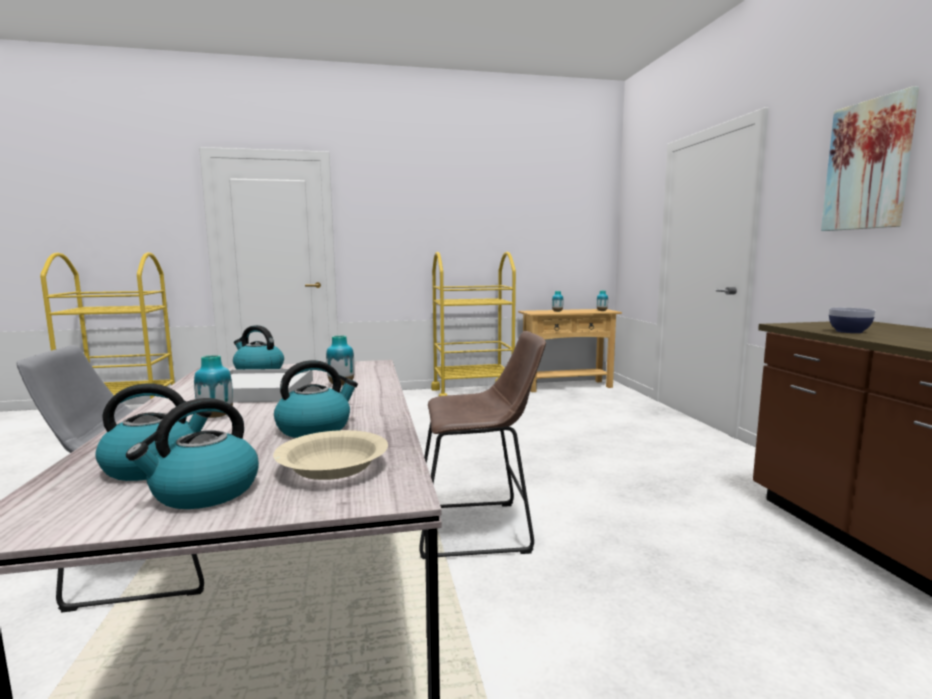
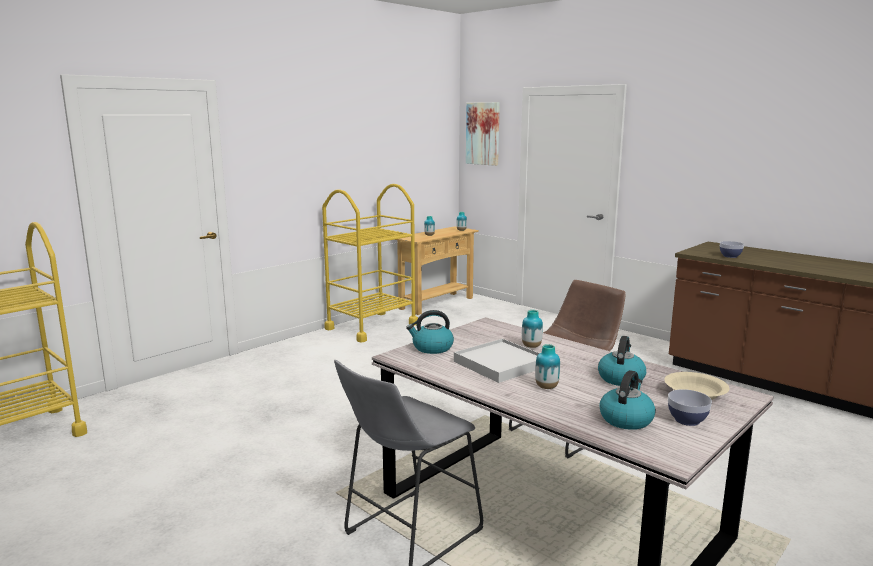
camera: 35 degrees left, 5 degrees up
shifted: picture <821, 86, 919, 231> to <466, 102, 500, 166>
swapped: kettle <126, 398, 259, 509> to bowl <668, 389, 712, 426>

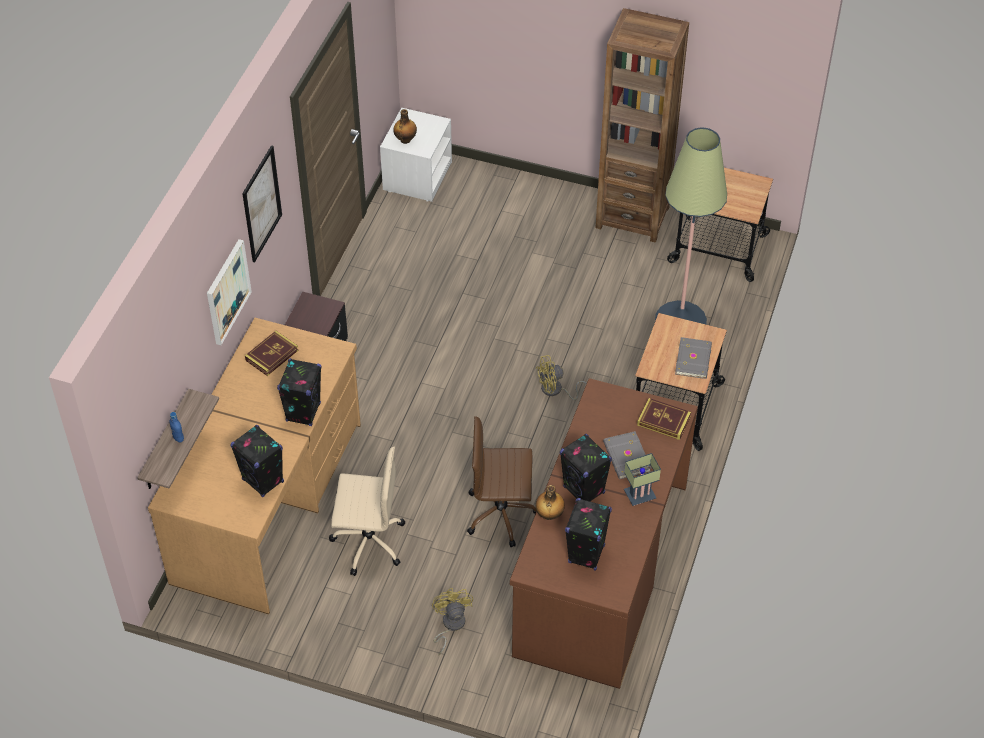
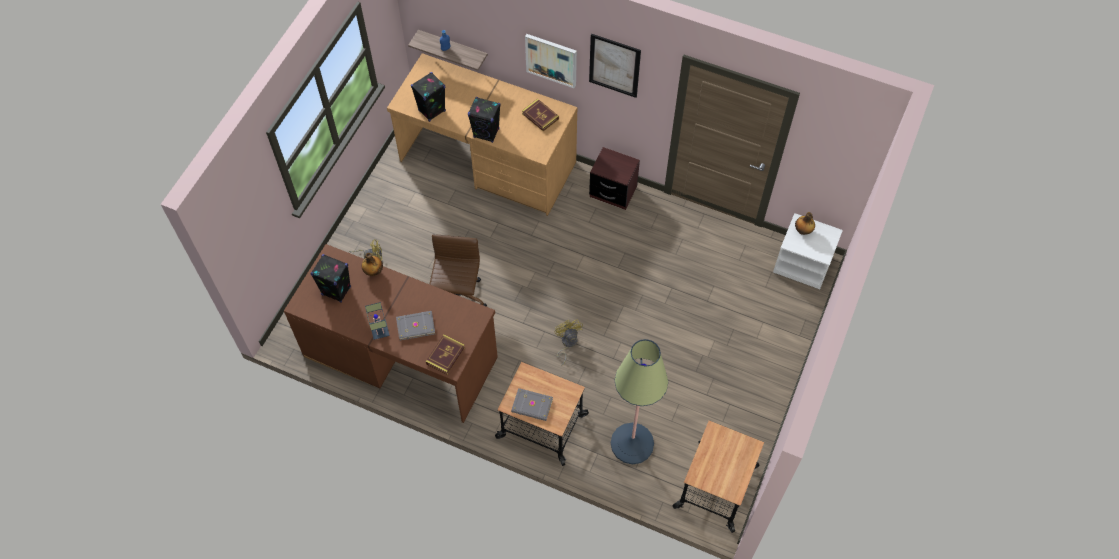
camera: 95 degrees right, 10 degrees up
gone: brown bookcase <595, 8, 689, 243>; black speaker <560, 434, 612, 501>; beige office chair <329, 446, 405, 576>

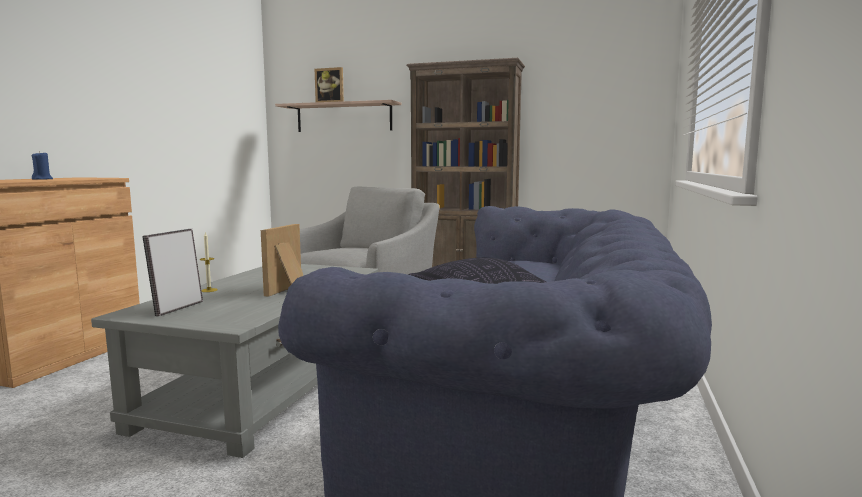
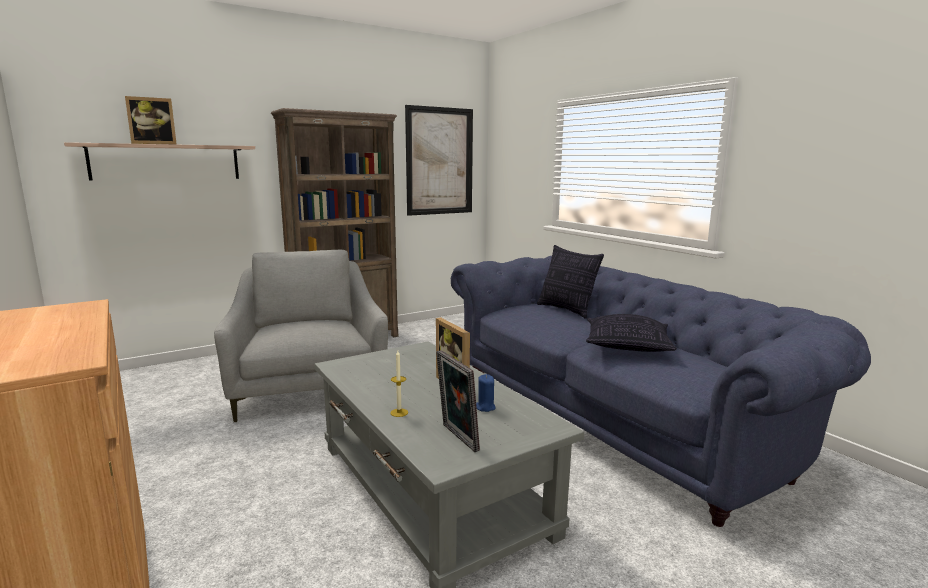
camera: 50 degrees left, 5 degrees up
new: picture <405, 105, 473, 216>; pillow <537, 245, 604, 319>
shifted: blue candle <32, 151, 53, 180> to <476, 374, 496, 412>

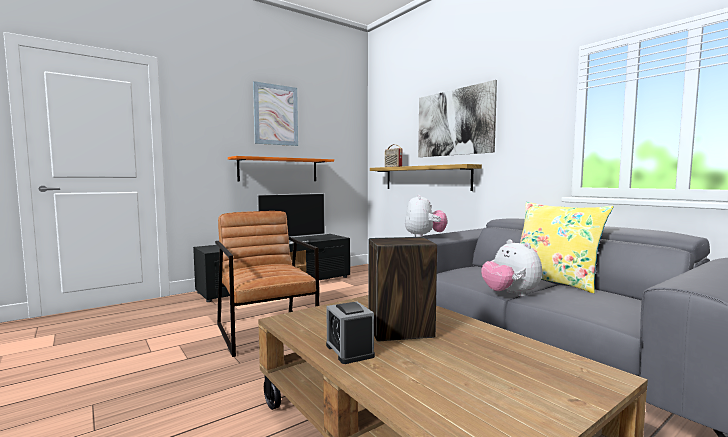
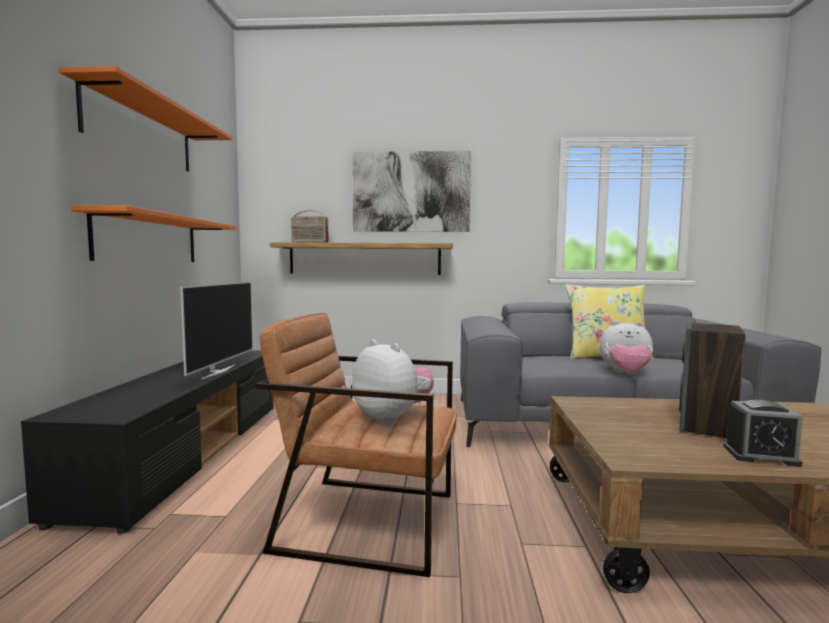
camera: 50 degrees left, 0 degrees up
shifted: plush toy <405, 194, 447, 237> to <352, 339, 434, 425>
swapped: picture <253, 81, 298, 146> to orange shelf <59, 66, 232, 172>

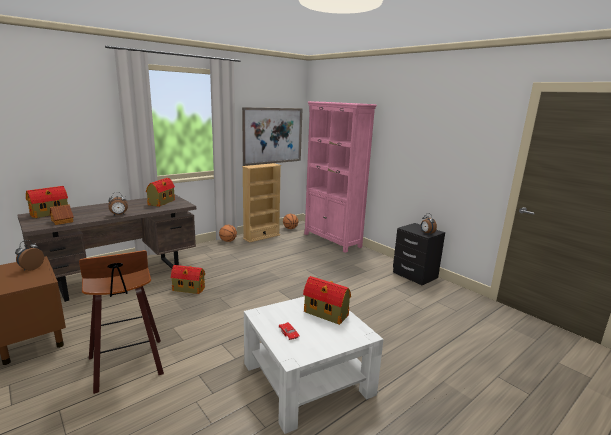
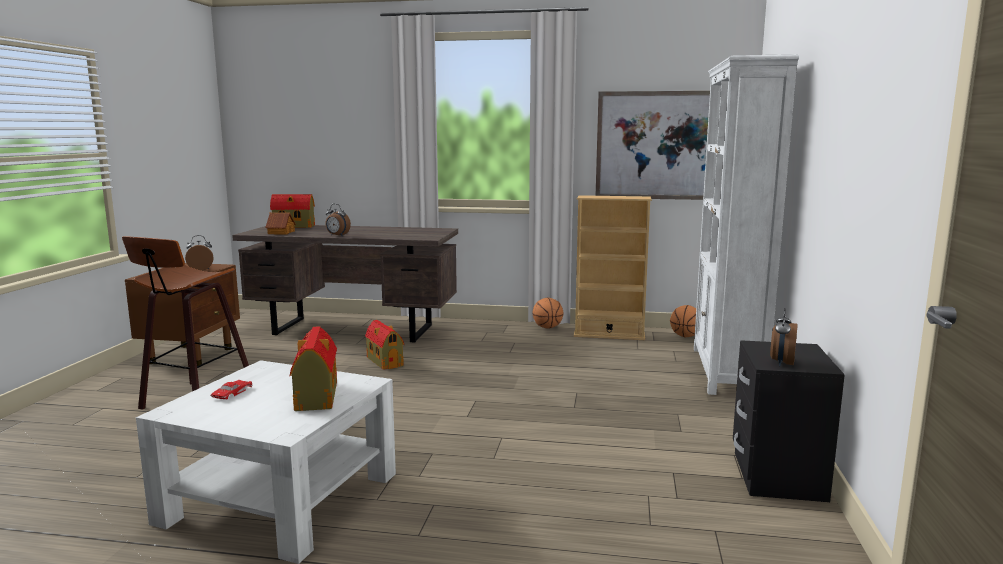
camera: 50 degrees right, 5 degrees down
gone: toy house <146, 178, 175, 207>
repainted: pink bookcase <304, 101, 377, 253> to white bookcase <694, 54, 799, 395>

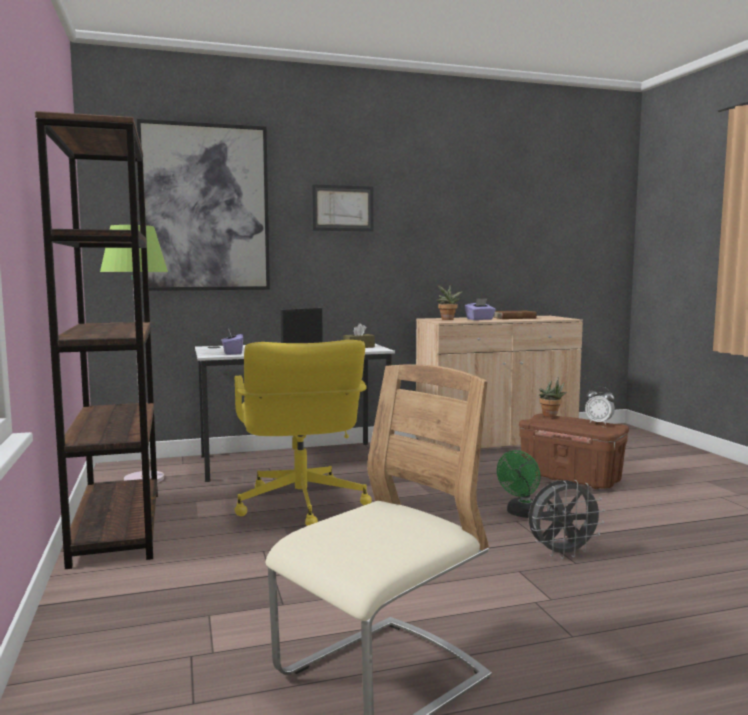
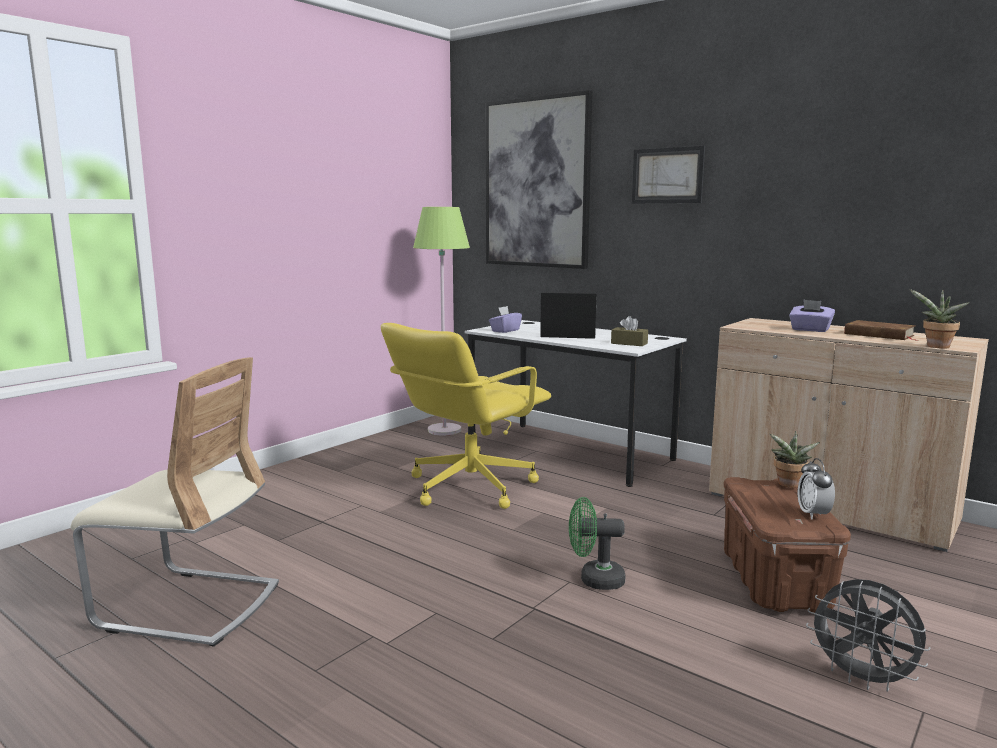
camera: 55 degrees right, 5 degrees up
gone: brown bookcase <35, 111, 158, 569>
shifted: potted plant <436, 285, 463, 320> to <909, 289, 969, 349>; grey fan <529, 480, 605, 559> to <806, 579, 930, 692>

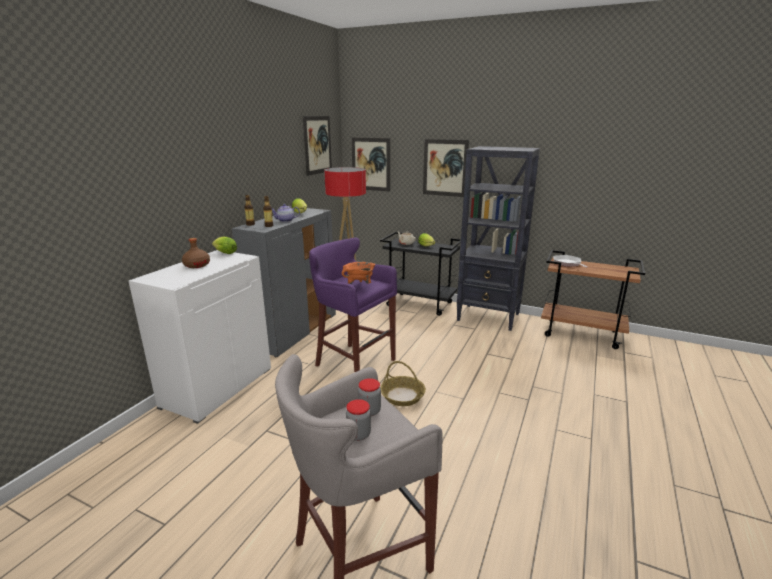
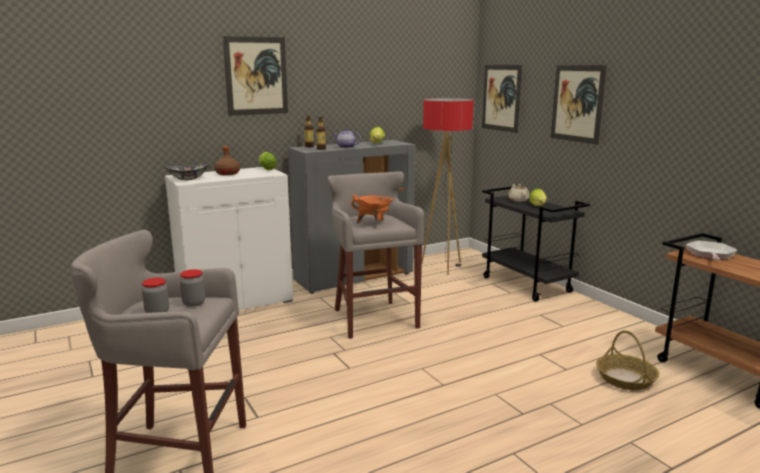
camera: 35 degrees right, 5 degrees down
gone: black bookcase <456, 146, 540, 331>
new: bowl <164, 163, 209, 180>
shifted: picture <303, 116, 332, 176> to <223, 36, 288, 116>; basket <380, 361, 426, 406> to <596, 330, 659, 390>
repainted: purple stool <309, 238, 397, 372> to grey stool <328, 171, 424, 339>

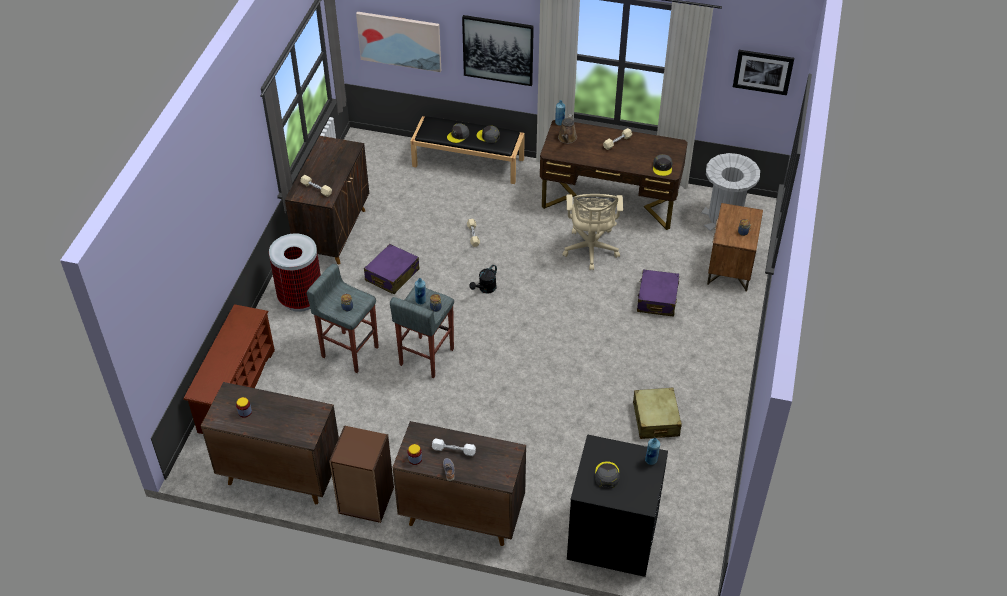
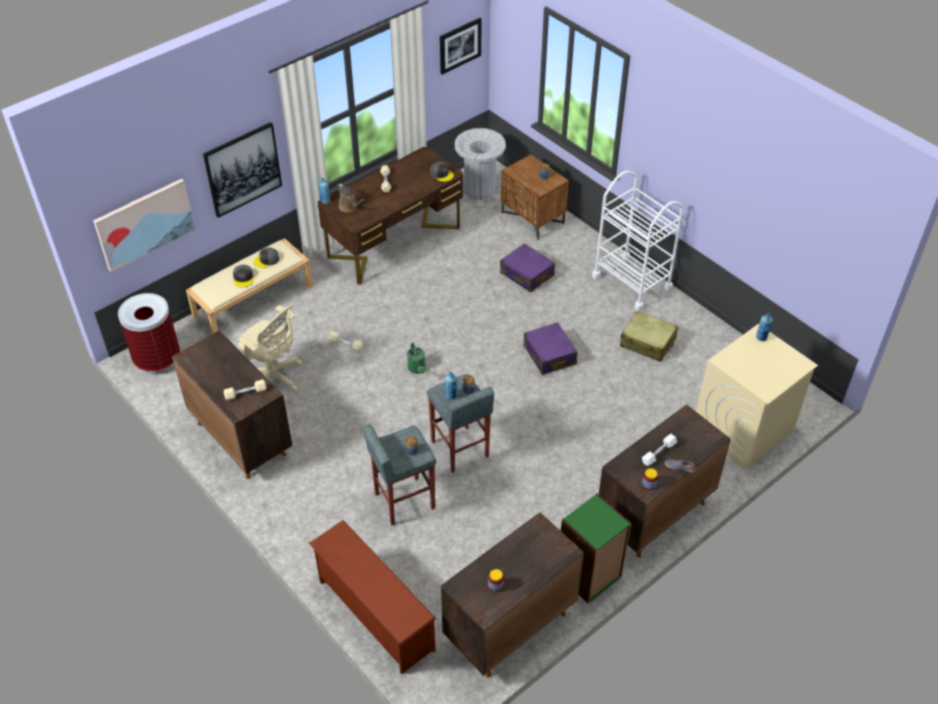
camera: 55 degrees left, 0 degrees up
gone: grey cap <595, 461, 620, 488>
new: white cart <592, 171, 684, 311>
shifted: beige office chair <562, 194, 623, 270> to <238, 304, 302, 392>; trash can <269, 234, 321, 312> to <118, 293, 180, 374>; purple suitcase <364, 244, 420, 294> to <524, 322, 578, 375>
repainted: black bench <410, 116, 525, 184> to beige bench <186, 238, 313, 334>; black watering can <469, 265, 497, 293> to green watering can <407, 343, 426, 374>; brown bookcase <329, 425, 394, 523> to green bookcase <561, 494, 631, 604>; black washing machine <567, 434, 668, 577> to beige washing machine <696, 324, 818, 470>

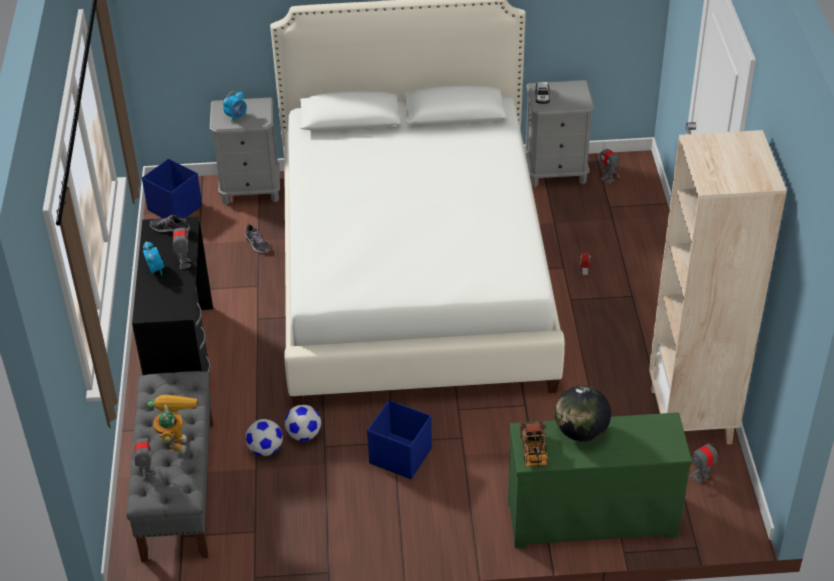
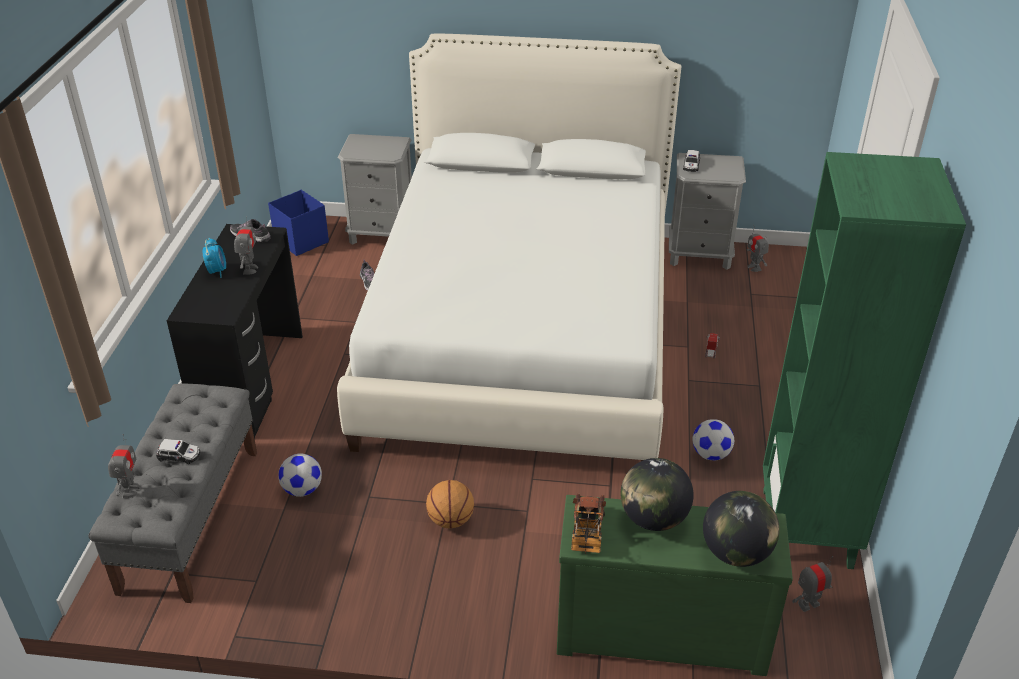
camera: 10 degrees right, 5 degrees down
gone: alarm clock <223, 91, 247, 123>
new: globe <703, 491, 779, 567>
shifted: football <285, 405, 321, 441> to <693, 419, 734, 460>
swapped: toy robot <148, 395, 198, 453> to toy car <156, 439, 200, 464>; blue storage box <367, 400, 432, 479> to basketball <426, 480, 474, 529>
repainted: beige bookcase <649, 130, 787, 444> to green bookcase <763, 152, 966, 569>

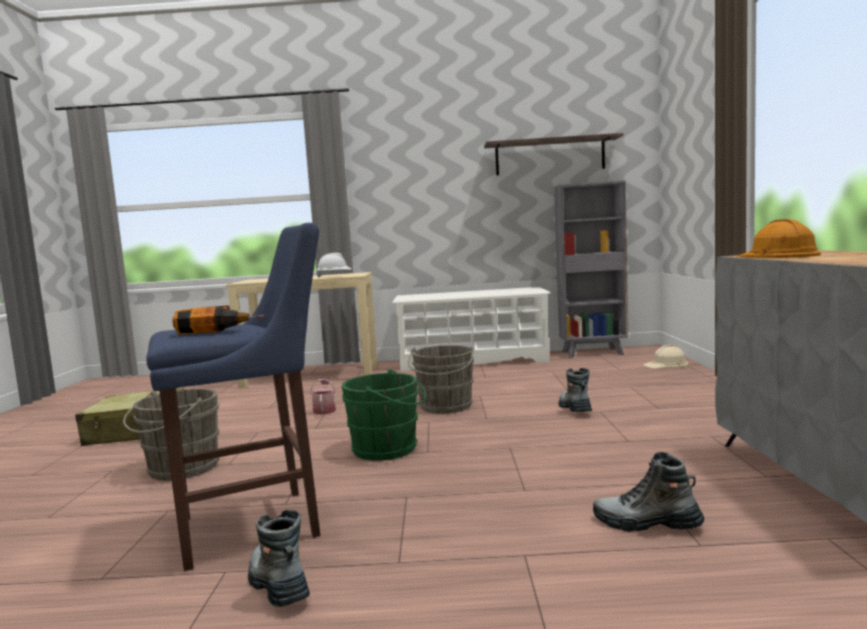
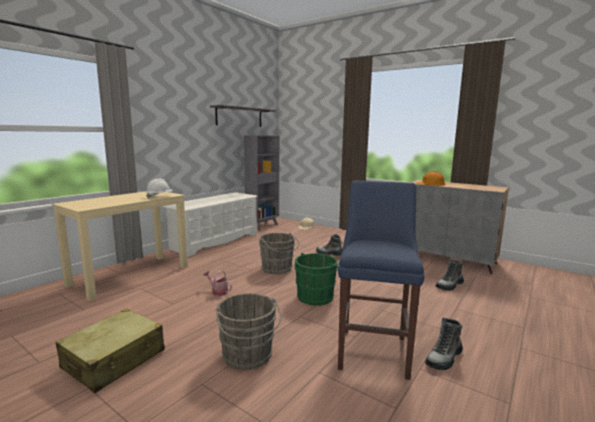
camera: 55 degrees left, 5 degrees up
gone: power drill <173, 305, 265, 334>
rotated: boot <248, 510, 310, 607> = <425, 318, 463, 370> 45 degrees counterclockwise

